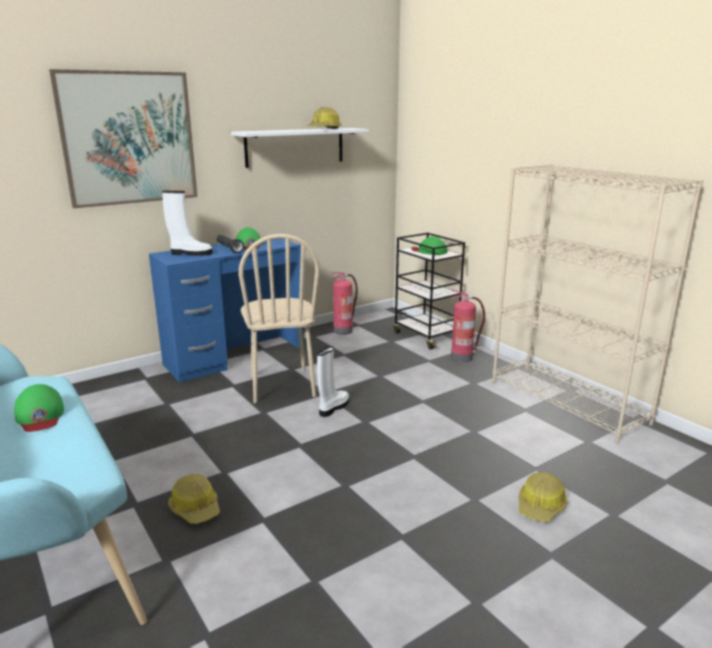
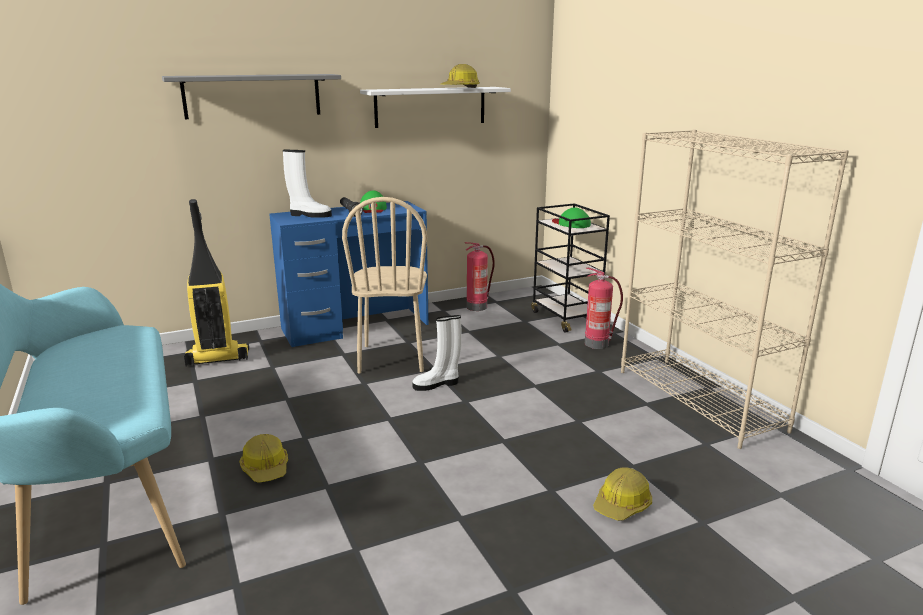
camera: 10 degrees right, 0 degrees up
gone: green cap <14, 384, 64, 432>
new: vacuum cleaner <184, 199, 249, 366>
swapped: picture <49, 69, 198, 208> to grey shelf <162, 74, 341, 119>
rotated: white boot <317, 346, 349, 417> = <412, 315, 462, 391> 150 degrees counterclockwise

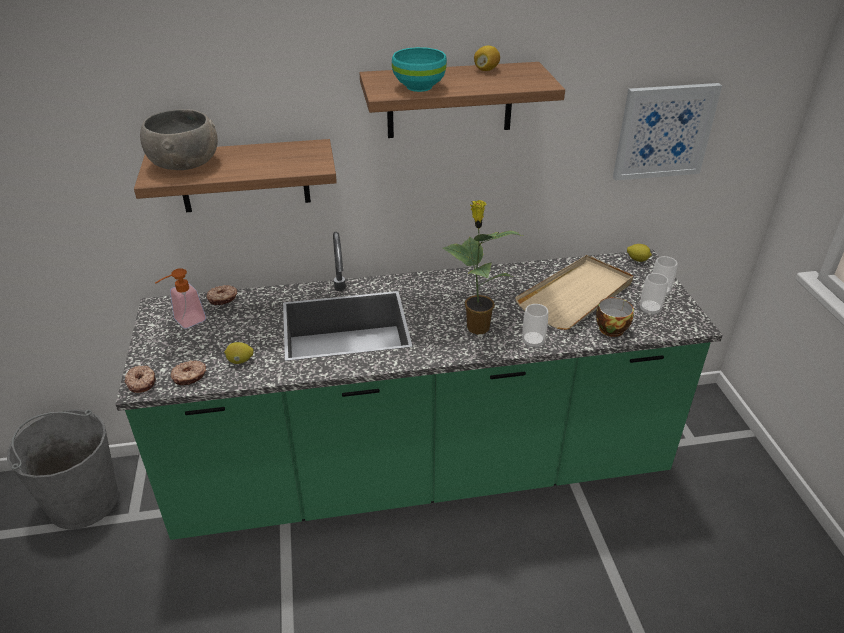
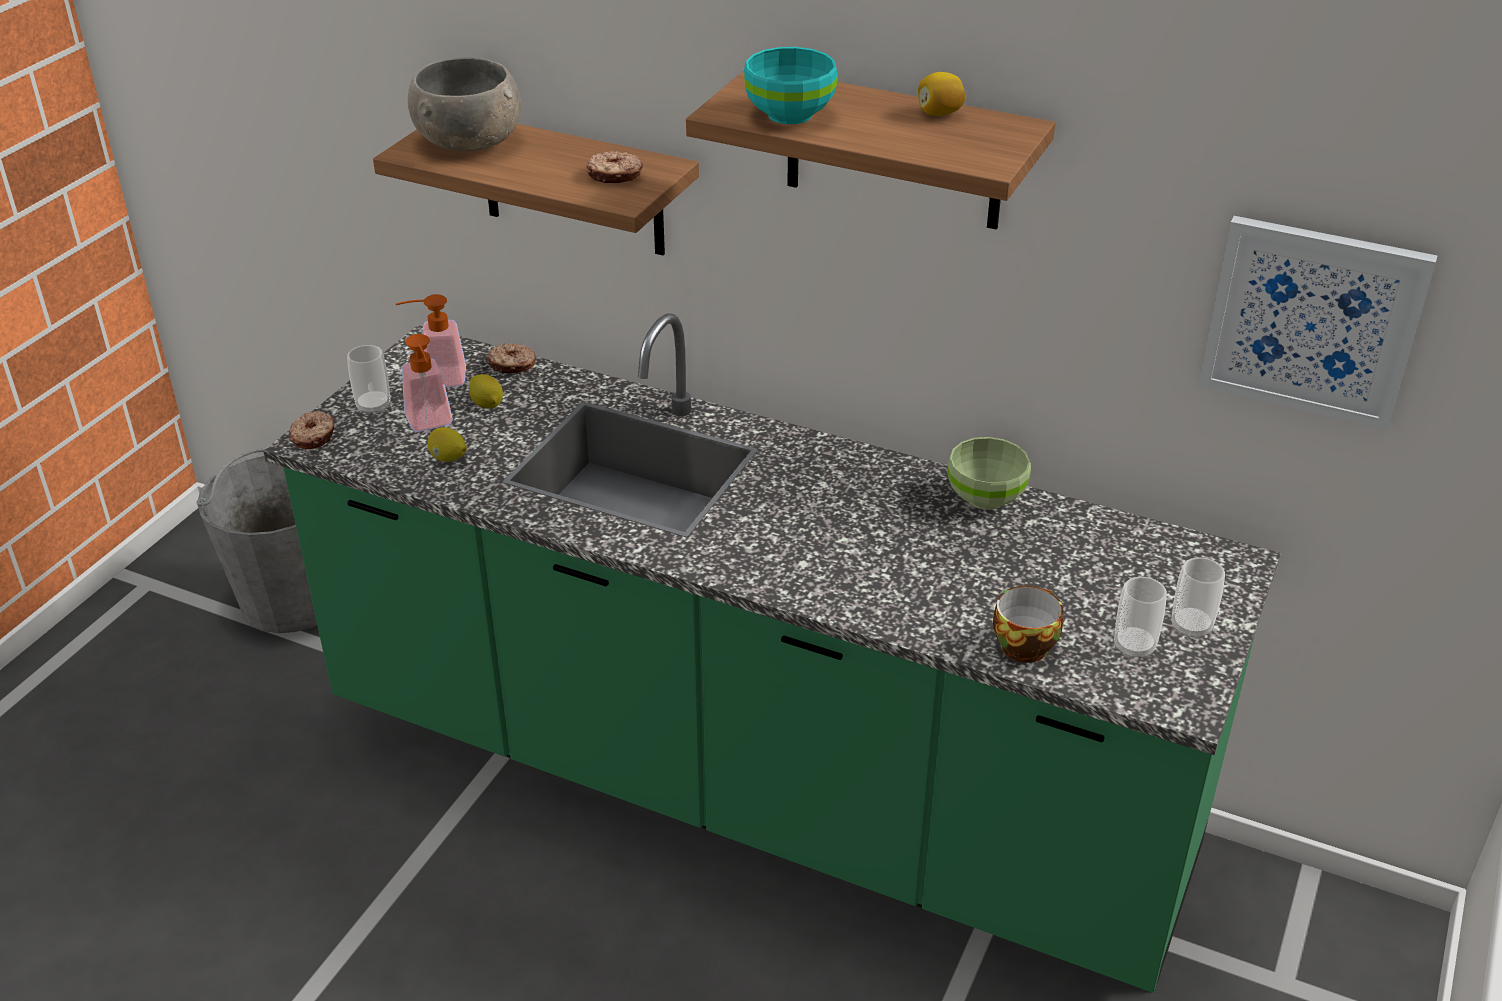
camera: 35 degrees right, 0 degrees up
gone: potted plant <442, 200, 523, 335>; beige tray <515, 255, 634, 330>
new: soap dispenser <402, 334, 453, 432>; green bowl <947, 437, 1031, 510>
shifted: lemon <627, 244, 652, 262> to <469, 374, 503, 409>; cup <522, 304, 548, 348> to <347, 345, 390, 415>; donut <171, 360, 206, 385> to <586, 151, 643, 183>

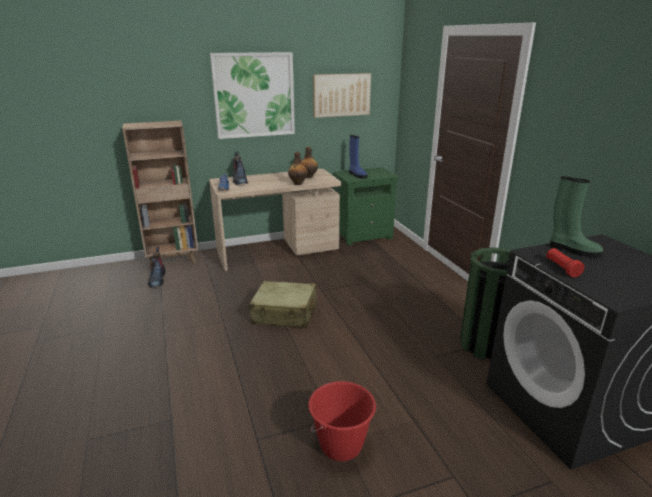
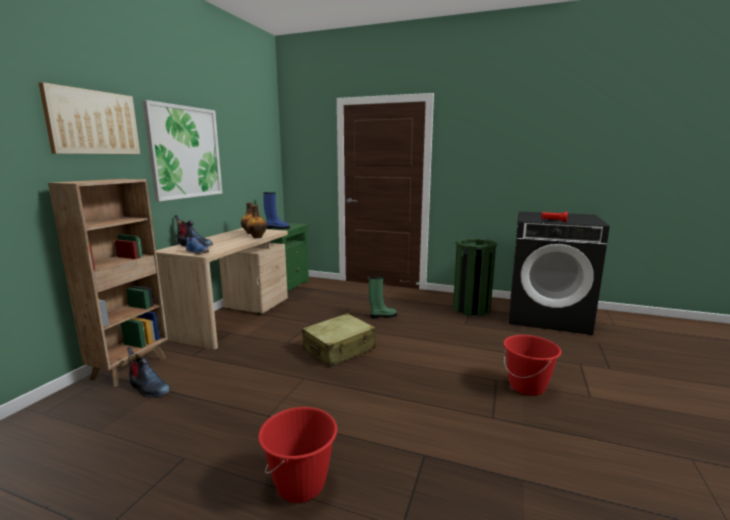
camera: 50 degrees left, 10 degrees down
new: red bucket <258, 407, 337, 503>
shifted: picture <313, 73, 371, 118> to <39, 82, 140, 154>; green boot <550, 176, 603, 258> to <369, 276, 397, 319>

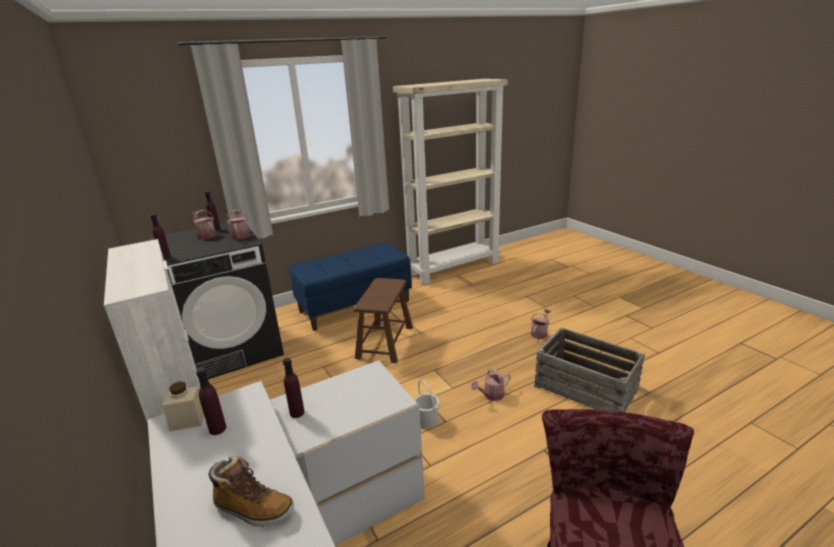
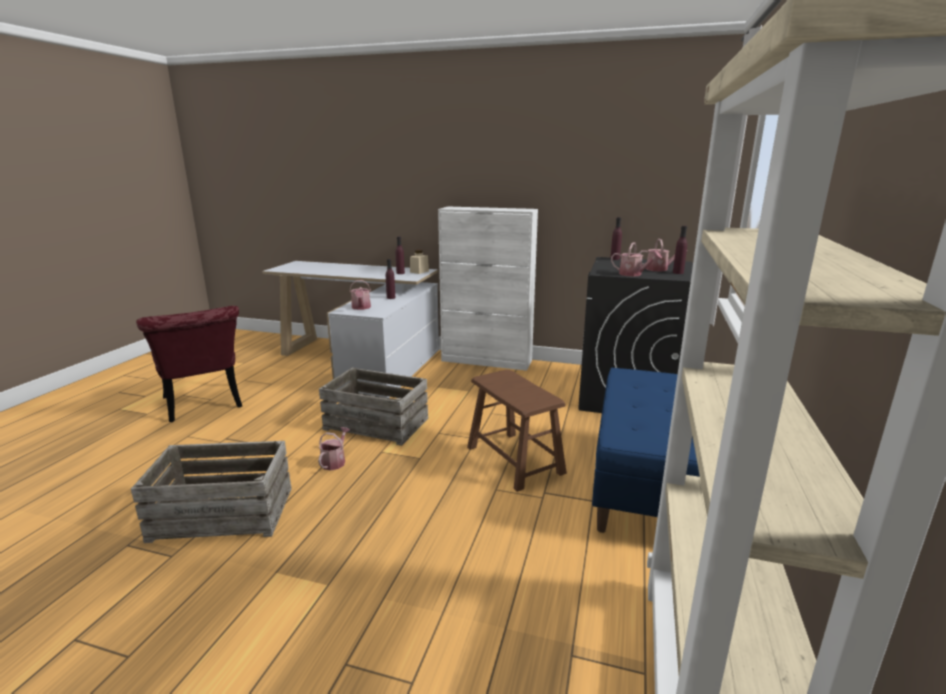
camera: 135 degrees right, 5 degrees down
gone: boot <208, 456, 294, 527>
shifted: watering can <531, 309, 551, 339> to <349, 280, 371, 310>
swapped: white bucket <414, 380, 439, 429> to crate <319, 368, 428, 446>

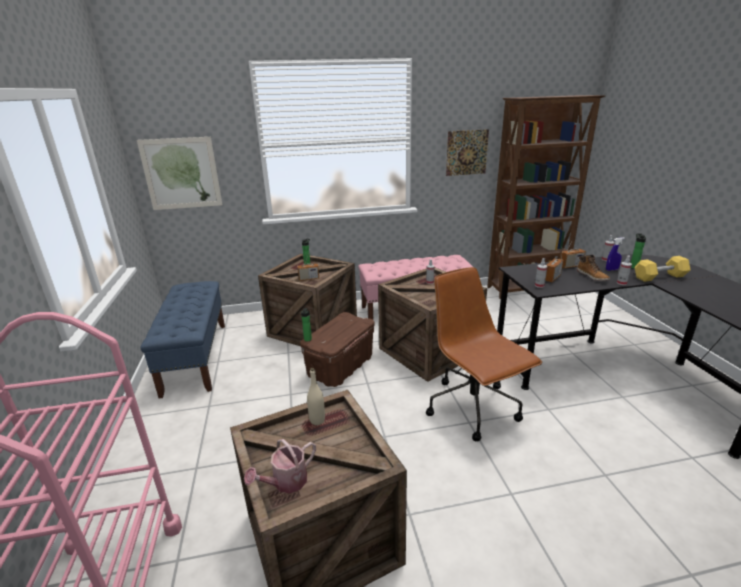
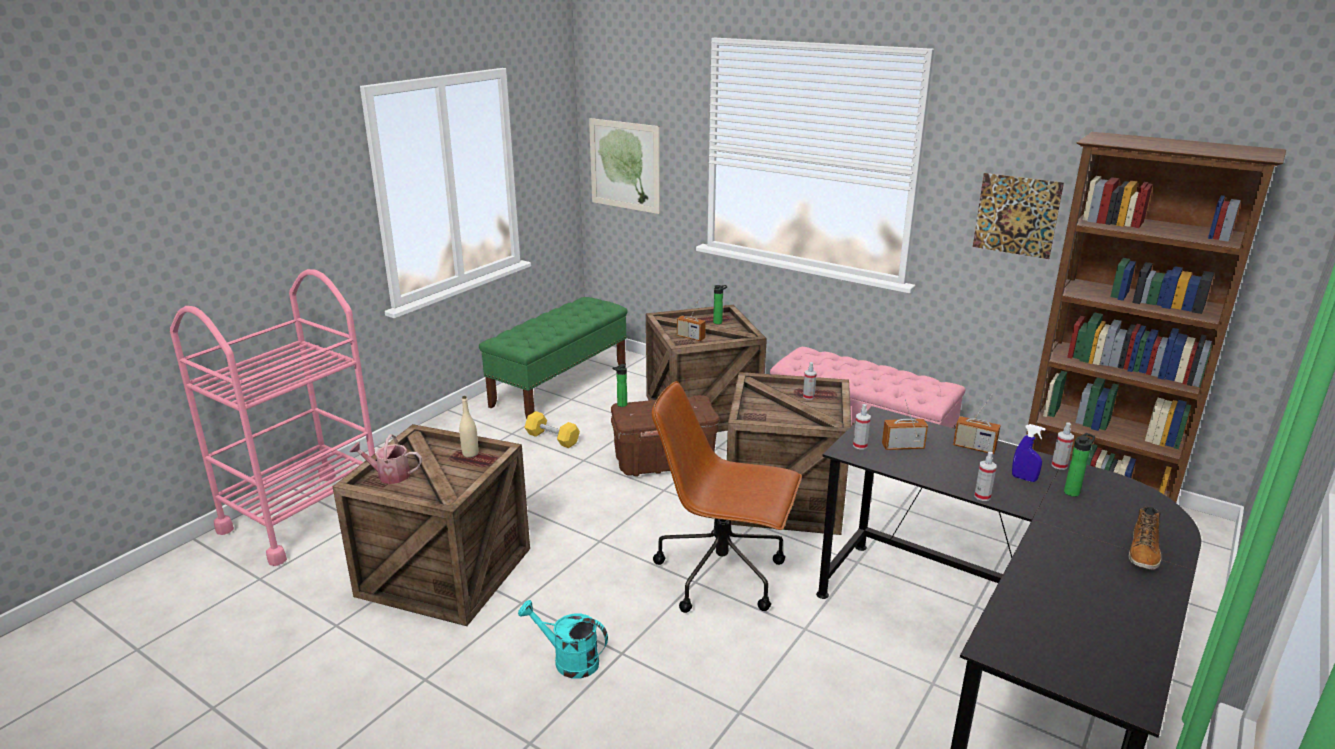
camera: 45 degrees right, 0 degrees up
new: turquoise watering can <518, 600, 608, 679>
shifted: boot <577, 255, 610, 281> to <1128, 507, 1161, 570>; yellow dumbbell <635, 256, 690, 282> to <524, 411, 580, 448>
repainted: blue bench <140, 281, 225, 399> to green bench <479, 297, 628, 419>
rotated: brown office chair <426, 267, 542, 441> = <652, 381, 802, 613> 90 degrees counterclockwise

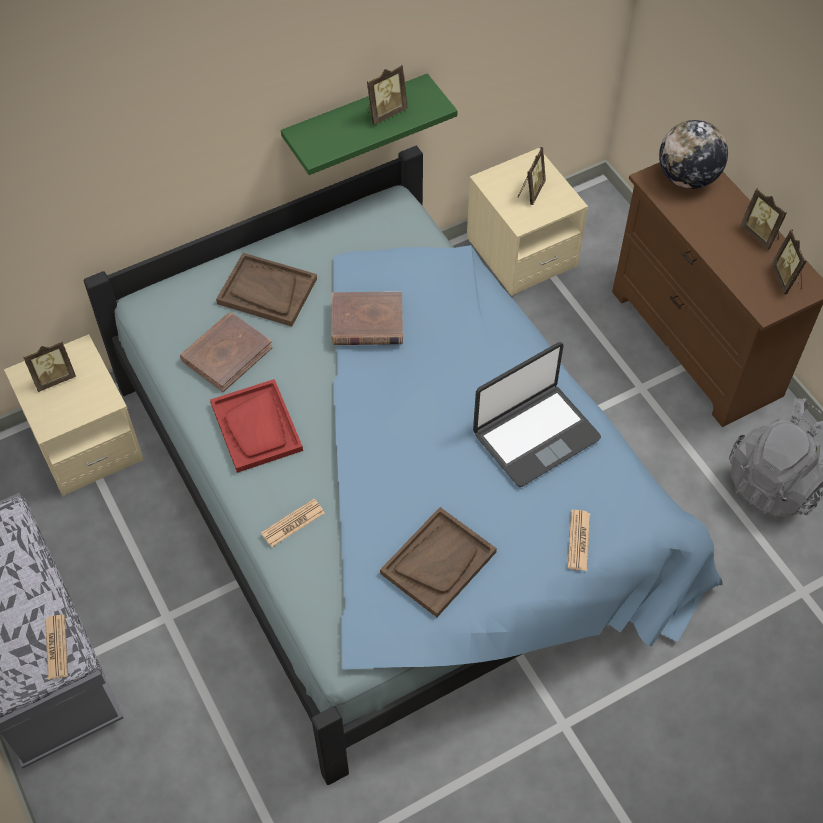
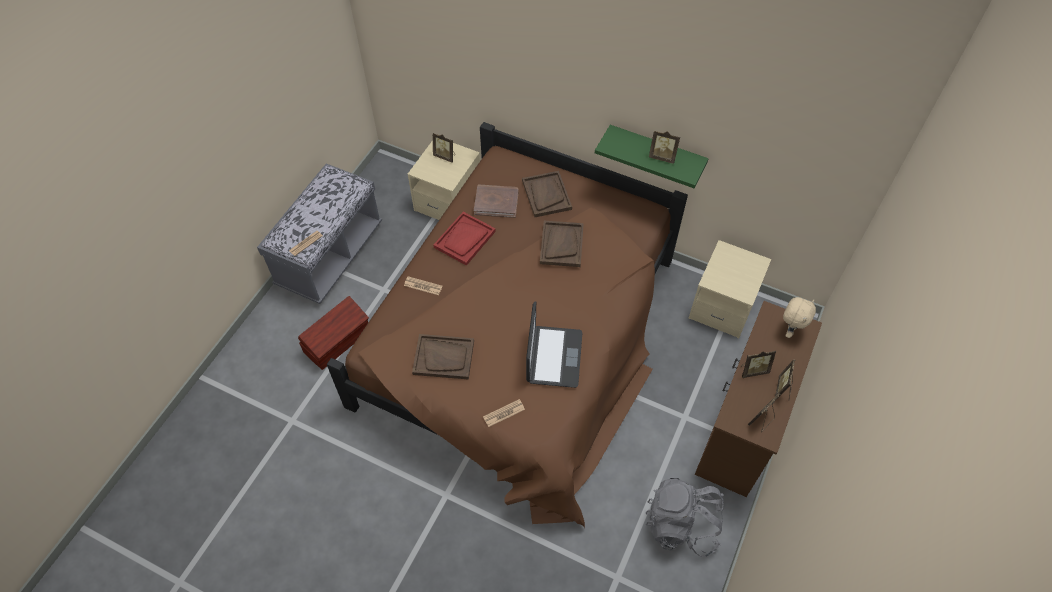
camera: 55 degrees right, 0 degrees up
new: brown storage box <298, 296, 369, 370>
shifted: picture frame <518, 147, 546, 205> to <741, 350, 776, 378>
swapped: globe <659, 120, 728, 189> to beige plush toy <783, 297, 816, 338>; brown book <331, 291, 403, 345> to brown tray <540, 221, 584, 267>
repainted: blue bed <83, 146, 723, 785> to brown bed <327, 122, 688, 528>
rotated: laptop <473, 342, 601, 487> = <526, 301, 582, 388> 105 degrees counterclockwise

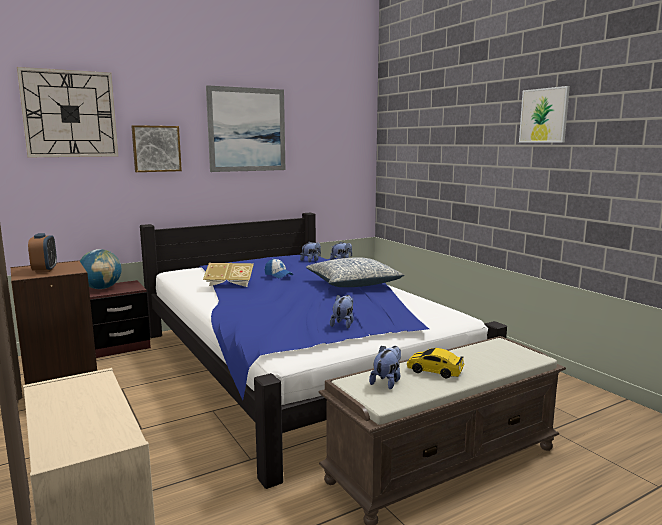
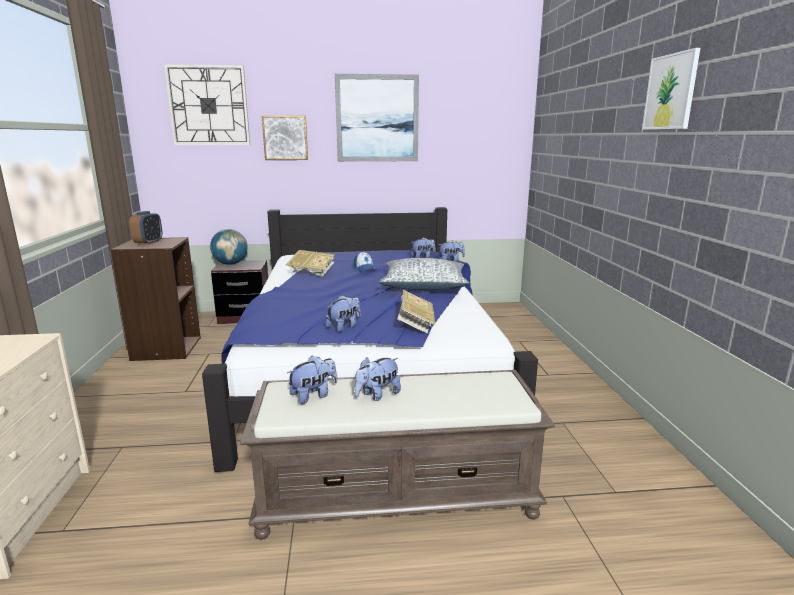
camera: 25 degrees right, 5 degrees up
new: book <397, 290, 435, 334>
swapped: toy car <407, 348, 464, 378> to plush toy <355, 357, 401, 401>

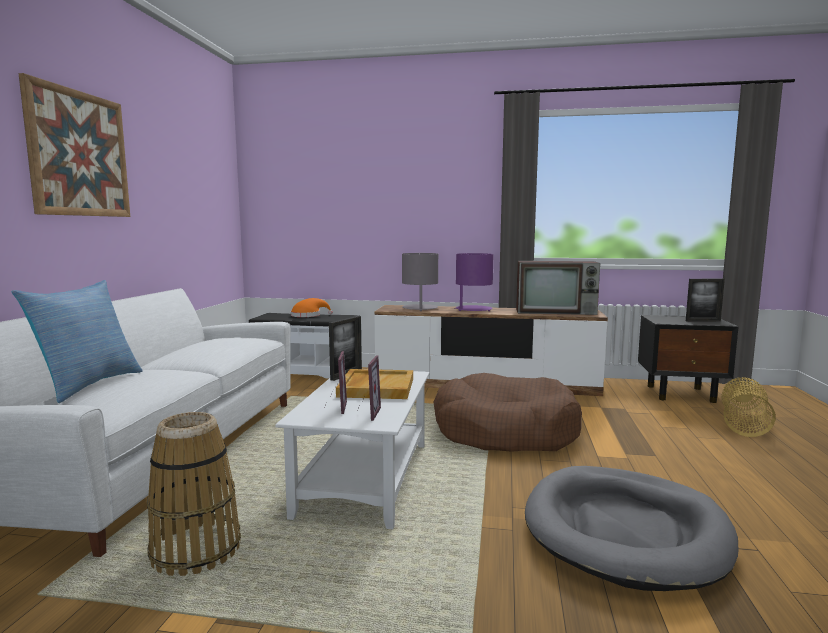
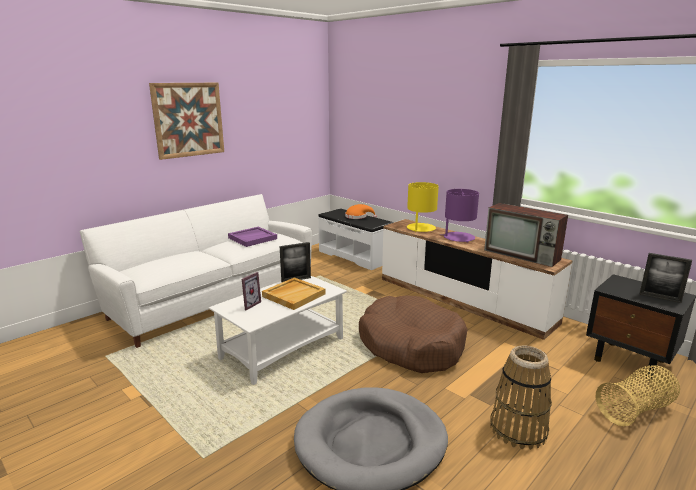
camera: 35 degrees right, 10 degrees up
gone: pillow <11, 280, 143, 403>; picture frame <356, 355, 381, 421>
new: purple tray <228, 227, 277, 247>
shifted: basket <147, 412, 241, 576> to <491, 346, 552, 450>
repainted: grey table lamp <402, 253, 438, 311> to yellow table lamp <407, 182, 439, 232>

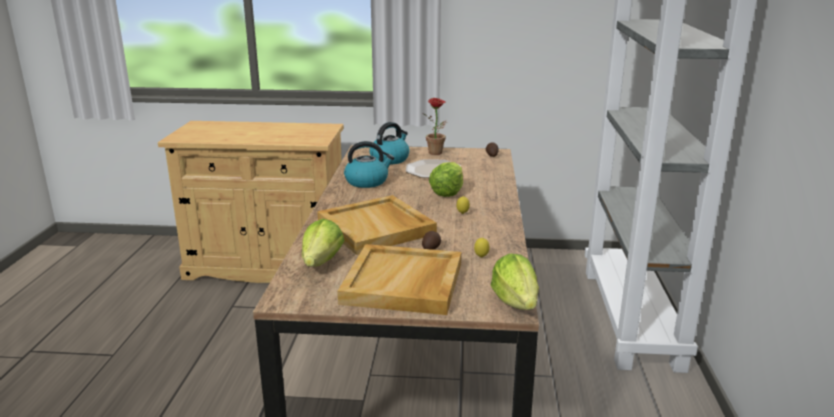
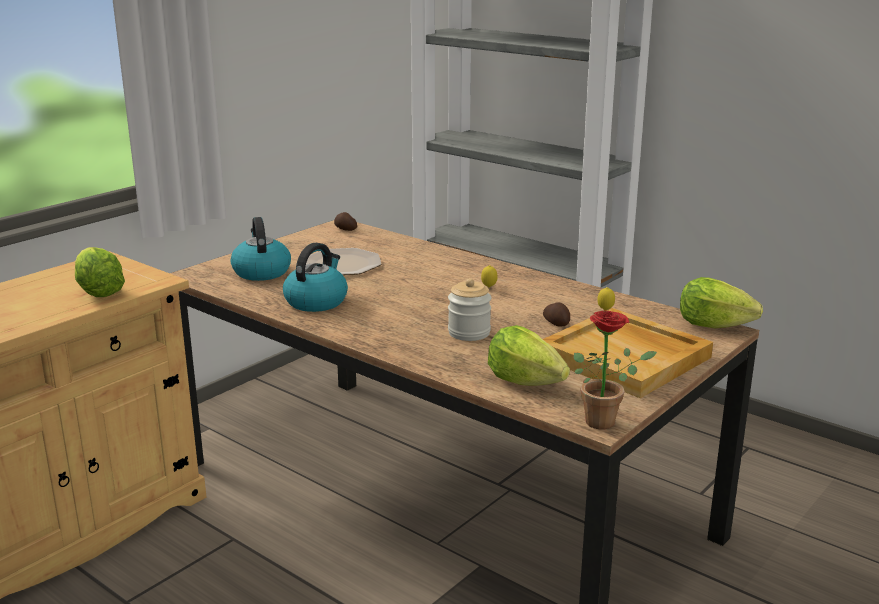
camera: 55 degrees left, 0 degrees up
shifted: potted plant <424, 98, 447, 155> to <573, 311, 657, 429>; lettuce <429, 162, 463, 197> to <75, 247, 125, 297>
swapped: beige tray <317, 195, 437, 255> to jar <448, 278, 491, 341>

